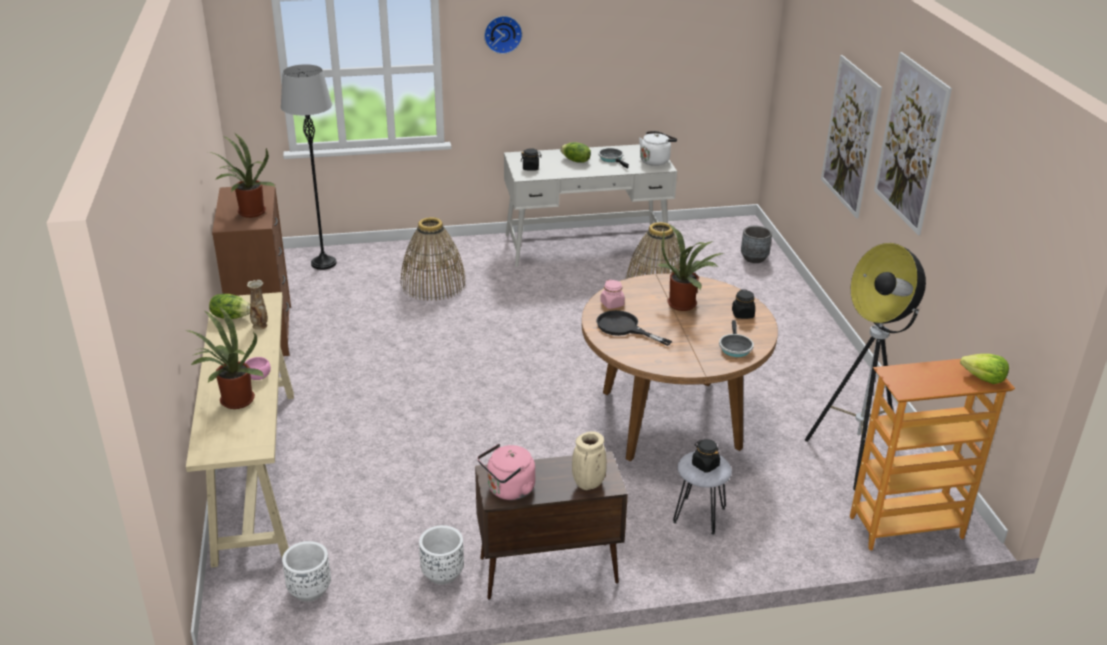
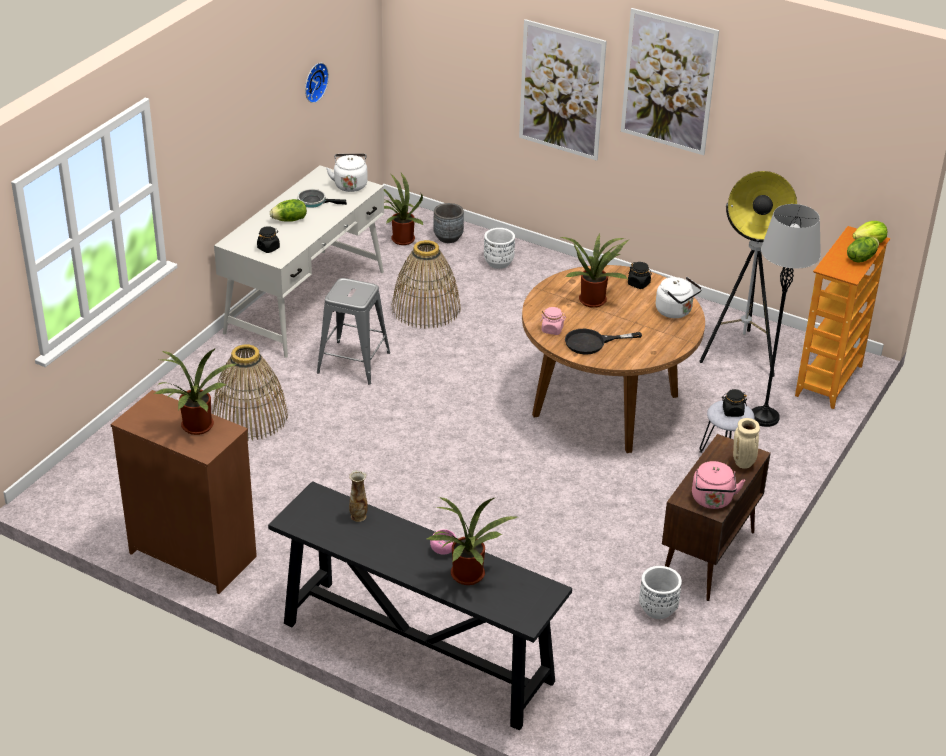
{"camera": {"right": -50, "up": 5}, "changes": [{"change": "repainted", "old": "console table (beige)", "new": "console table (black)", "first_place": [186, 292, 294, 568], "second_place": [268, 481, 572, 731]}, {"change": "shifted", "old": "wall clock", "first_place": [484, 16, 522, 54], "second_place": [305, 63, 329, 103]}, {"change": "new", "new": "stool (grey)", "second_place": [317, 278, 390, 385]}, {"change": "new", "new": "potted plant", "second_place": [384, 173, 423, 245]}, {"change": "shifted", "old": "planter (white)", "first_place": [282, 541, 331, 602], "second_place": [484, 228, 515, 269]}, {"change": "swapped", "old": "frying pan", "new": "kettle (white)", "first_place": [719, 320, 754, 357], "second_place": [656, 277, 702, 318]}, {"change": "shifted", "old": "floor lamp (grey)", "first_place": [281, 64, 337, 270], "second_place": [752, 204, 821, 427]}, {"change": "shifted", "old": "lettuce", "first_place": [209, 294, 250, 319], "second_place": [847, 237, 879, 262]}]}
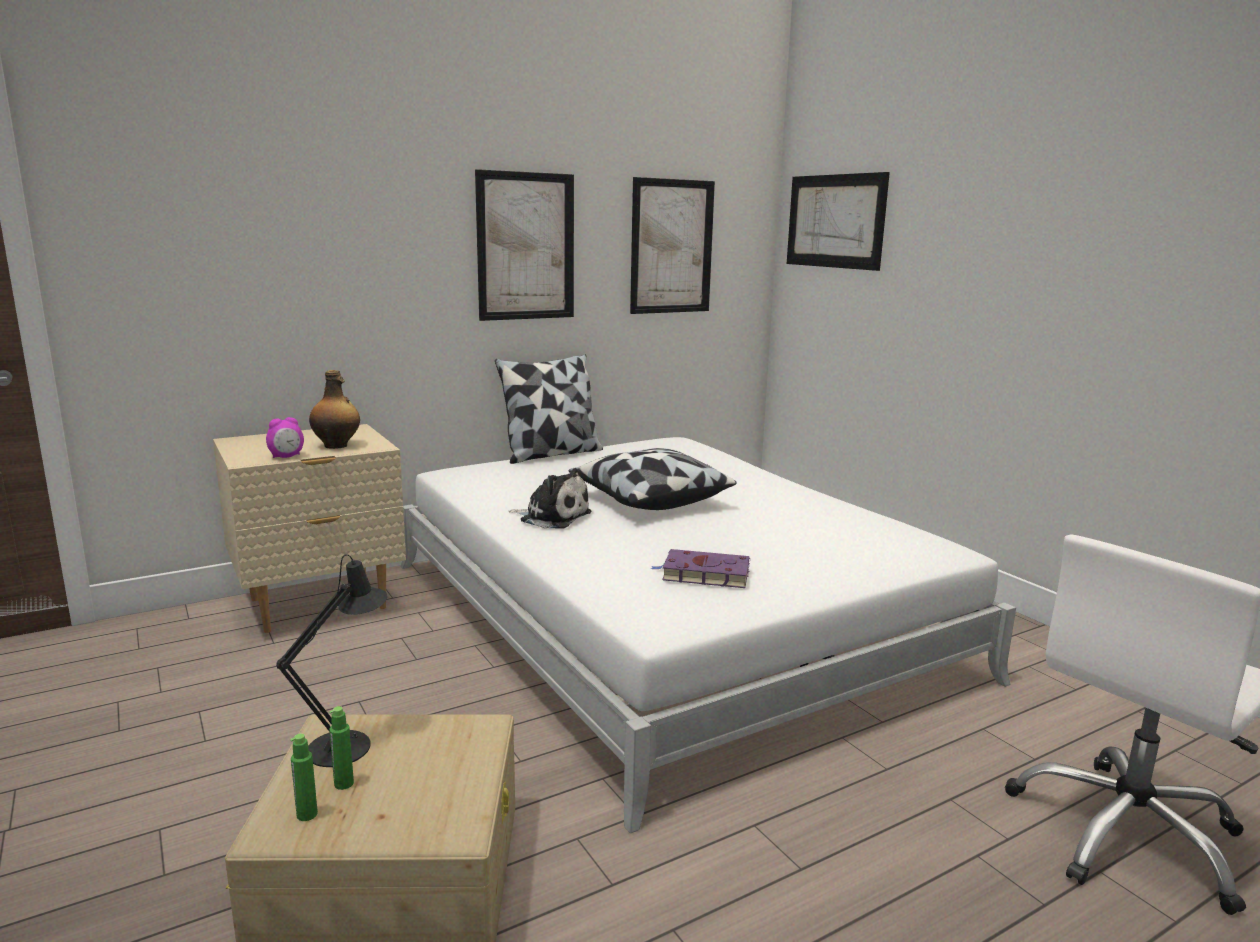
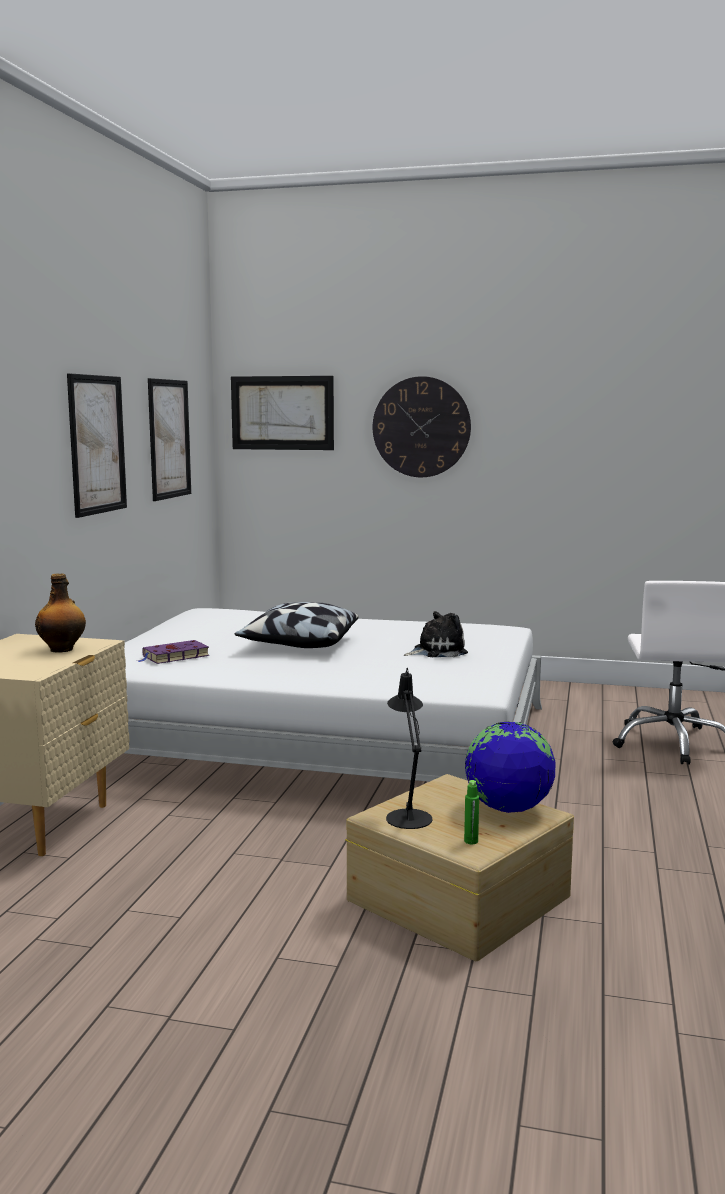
{"camera": {"right": -45, "up": -5}, "changes": [{"change": "shifted", "old": "book (purple)", "first_place": [651, 549, 750, 588], "second_place": [139, 640, 209, 664]}, {"change": "new", "new": "wall clock", "second_place": [373, 376, 471, 477]}, {"change": "shifted", "old": "plush toy", "first_place": [509, 468, 591, 529], "second_place": [403, 611, 468, 657]}, {"change": "new", "new": "globe", "second_place": [465, 721, 555, 813]}, {"change": "gone", "old": "alarm clock", "first_place": [266, 417, 304, 458]}, {"change": "gone", "old": "bottle (green)", "first_place": [329, 706, 354, 790]}, {"change": "gone", "old": "pillow", "first_place": [495, 354, 603, 464]}]}
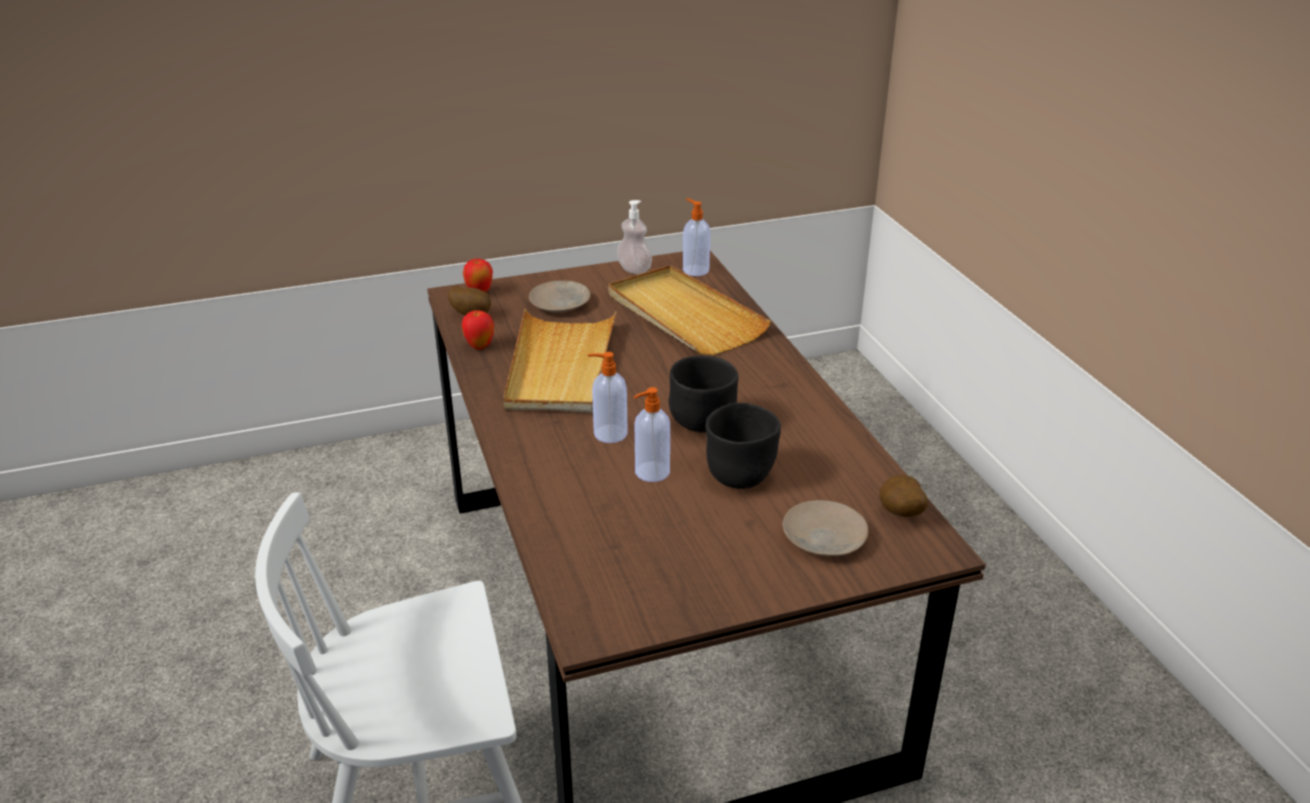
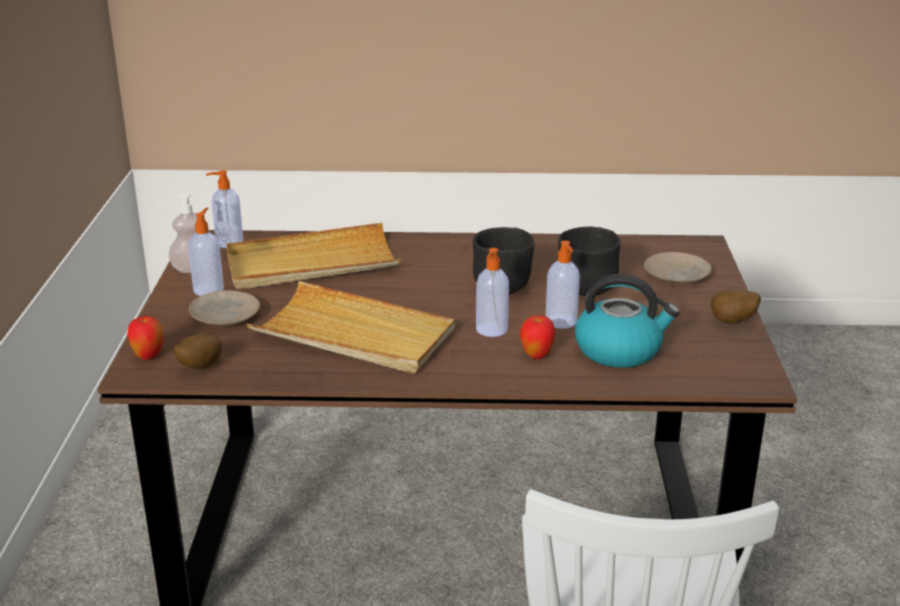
{"camera": {"right": -70, "up": -5}, "changes": [{"change": "new", "new": "soap dispenser", "second_place": [188, 207, 224, 296]}, {"change": "shifted", "old": "apple", "first_place": [462, 310, 494, 350], "second_place": [520, 315, 556, 359]}, {"change": "new", "new": "kettle", "second_place": [575, 274, 680, 368]}, {"change": "shifted", "old": "potato", "first_place": [879, 475, 928, 517], "second_place": [711, 289, 761, 324]}]}
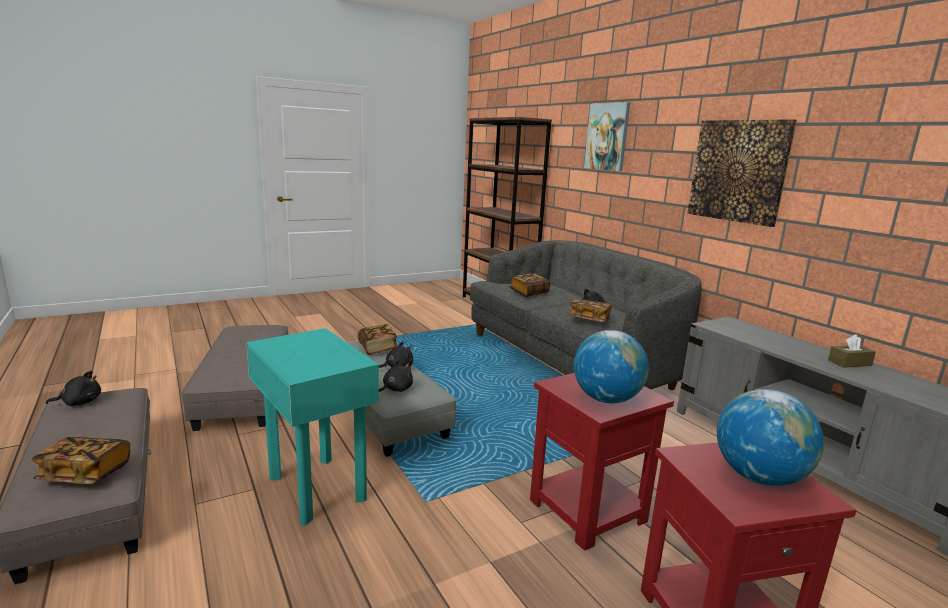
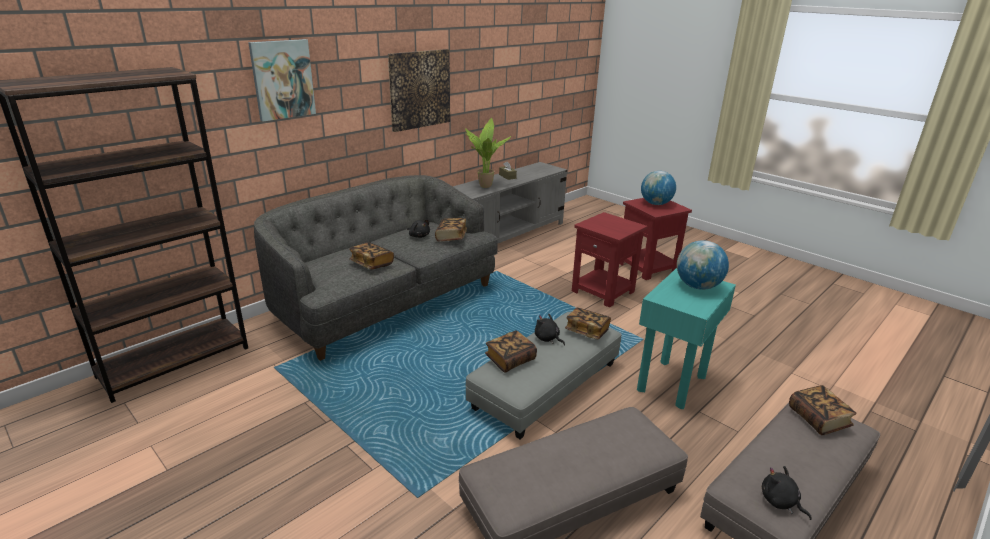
{"camera": {"right": -105, "up": 10}, "changes": [{"change": "new", "new": "potted plant", "second_place": [465, 118, 511, 188]}, {"change": "swapped", "old": "plush toy (black)", "new": "book", "first_place": [379, 360, 413, 392], "second_place": [565, 308, 611, 340]}, {"change": "shifted", "old": "globe", "first_place": [574, 330, 649, 403], "second_place": [677, 240, 729, 290]}]}
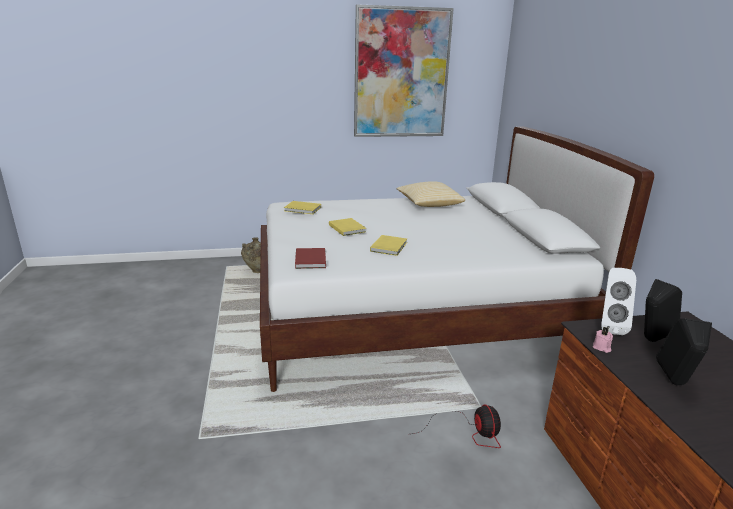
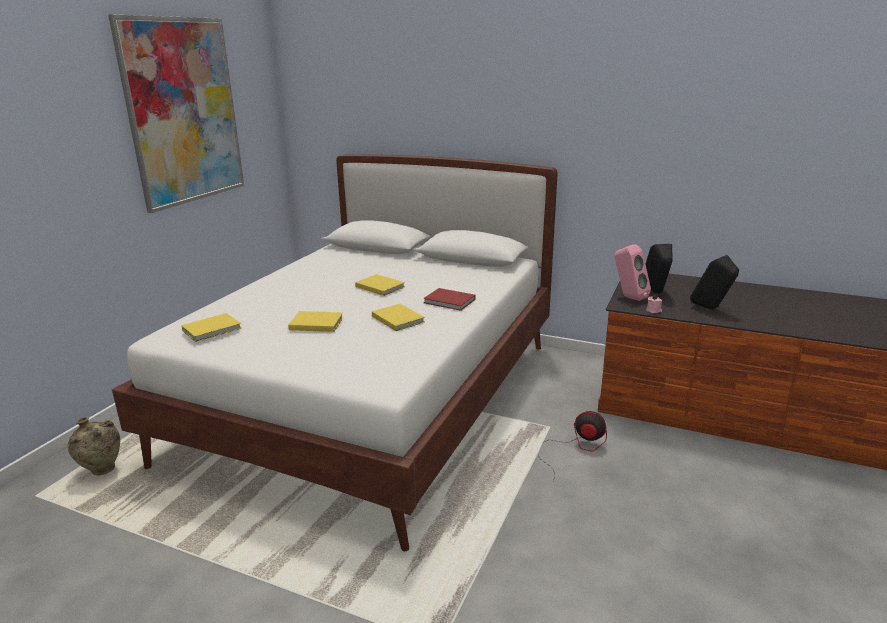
{"camera": {"right": -55, "up": 0}, "changes": [{"change": "new", "new": "book (yellow)", "second_place": [355, 274, 405, 296]}, {"change": "shifted", "old": "book (red)", "first_place": [295, 248, 326, 269], "second_place": [423, 288, 475, 311]}, {"change": "repainted", "old": "speaker (white)", "new": "speaker (pink)", "first_place": [601, 268, 636, 335], "second_place": [614, 244, 651, 301]}, {"change": "gone", "old": "pillow", "first_place": [396, 181, 465, 207]}]}
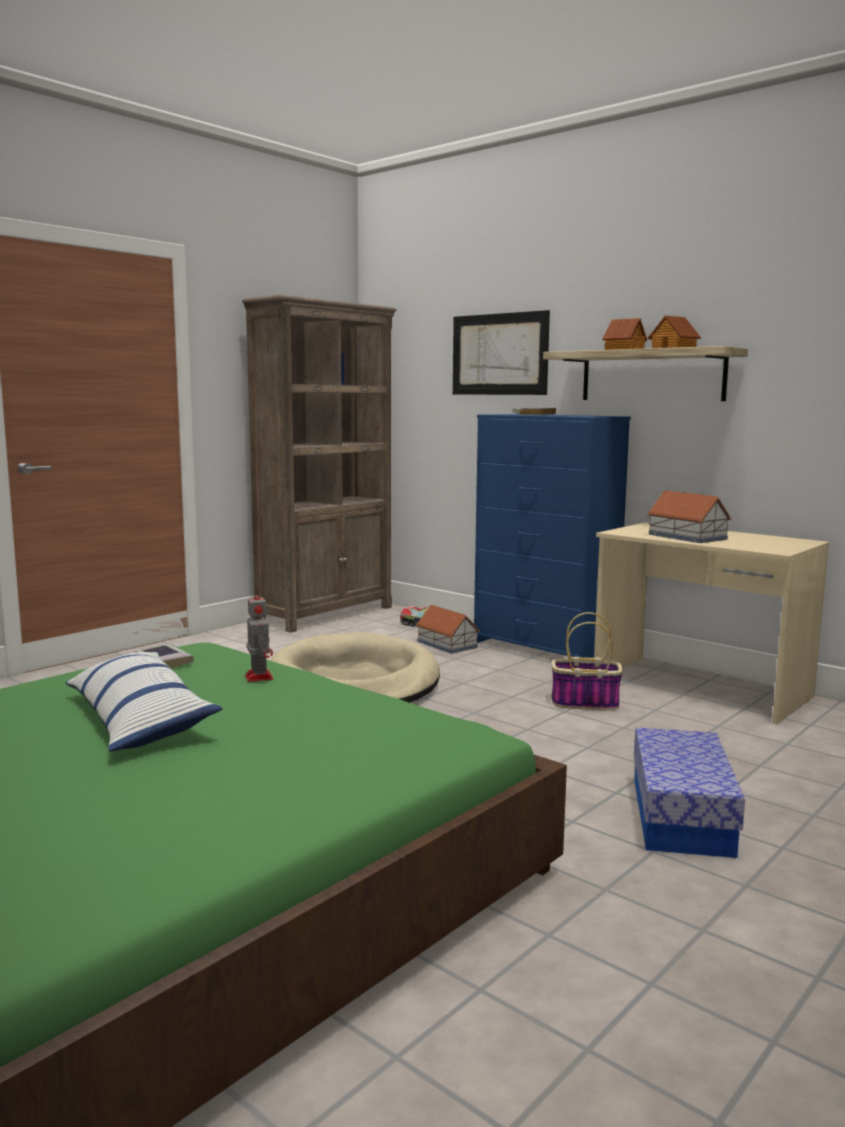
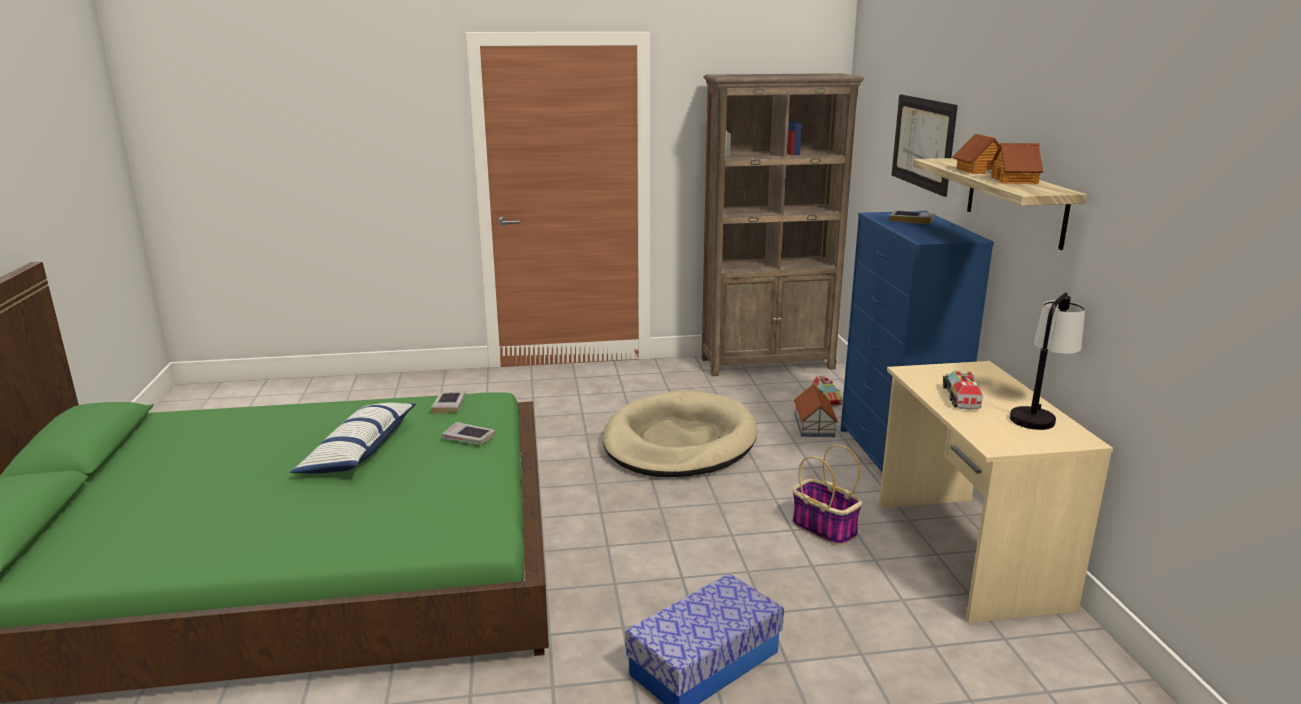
{"camera": {"right": 40, "up": 10}, "changes": [{"change": "swapped", "old": "toy robot", "new": "book", "first_place": [245, 588, 273, 682], "second_place": [442, 422, 495, 445]}, {"change": "swapped", "old": "toy house", "new": "toy truck", "first_place": [647, 490, 732, 543], "second_place": [943, 371, 983, 410]}, {"change": "new", "new": "table lamp", "second_place": [1010, 293, 1085, 430]}]}
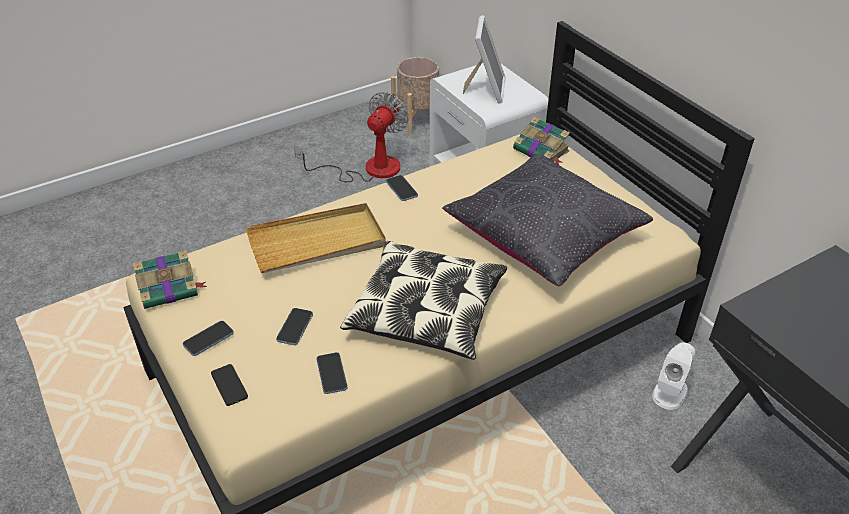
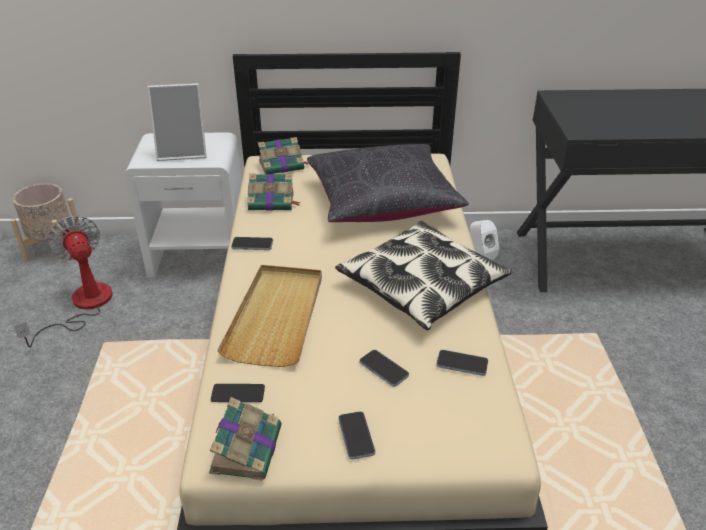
{"camera": {"right": -60, "up": -5}, "changes": [{"change": "rotated", "old": "picture frame", "first_place": [463, 15, 505, 103], "second_place": [148, 83, 207, 161], "degrees": 135}, {"change": "shifted", "old": "phone", "first_place": [211, 364, 248, 406], "second_place": [211, 384, 265, 402]}, {"change": "new", "new": "book", "second_place": [247, 174, 300, 210]}]}
